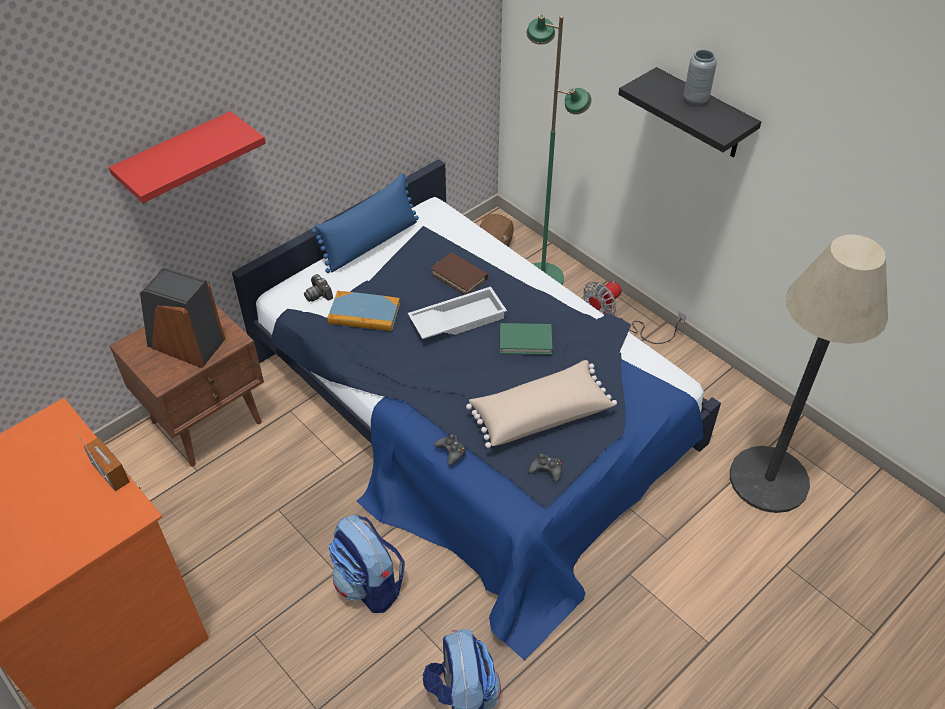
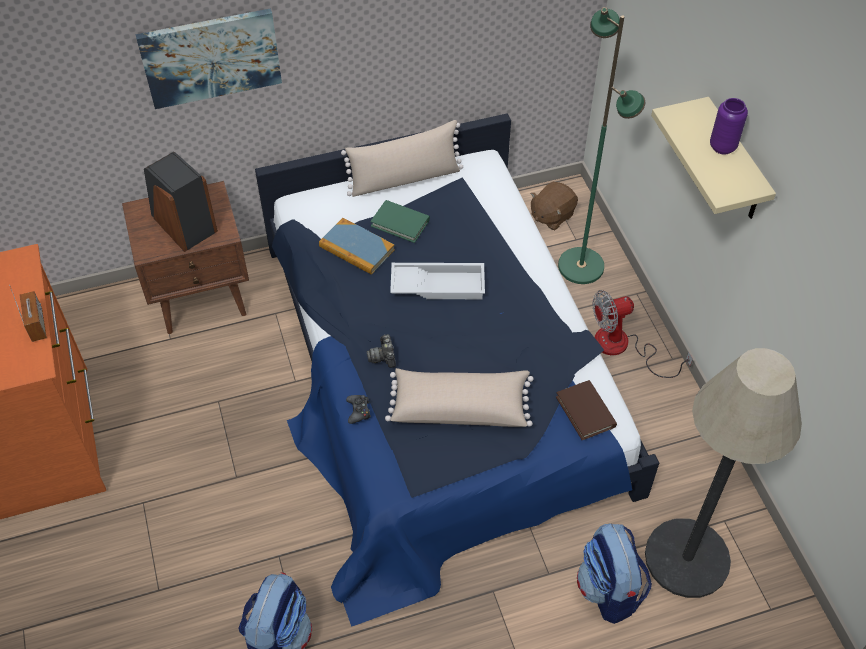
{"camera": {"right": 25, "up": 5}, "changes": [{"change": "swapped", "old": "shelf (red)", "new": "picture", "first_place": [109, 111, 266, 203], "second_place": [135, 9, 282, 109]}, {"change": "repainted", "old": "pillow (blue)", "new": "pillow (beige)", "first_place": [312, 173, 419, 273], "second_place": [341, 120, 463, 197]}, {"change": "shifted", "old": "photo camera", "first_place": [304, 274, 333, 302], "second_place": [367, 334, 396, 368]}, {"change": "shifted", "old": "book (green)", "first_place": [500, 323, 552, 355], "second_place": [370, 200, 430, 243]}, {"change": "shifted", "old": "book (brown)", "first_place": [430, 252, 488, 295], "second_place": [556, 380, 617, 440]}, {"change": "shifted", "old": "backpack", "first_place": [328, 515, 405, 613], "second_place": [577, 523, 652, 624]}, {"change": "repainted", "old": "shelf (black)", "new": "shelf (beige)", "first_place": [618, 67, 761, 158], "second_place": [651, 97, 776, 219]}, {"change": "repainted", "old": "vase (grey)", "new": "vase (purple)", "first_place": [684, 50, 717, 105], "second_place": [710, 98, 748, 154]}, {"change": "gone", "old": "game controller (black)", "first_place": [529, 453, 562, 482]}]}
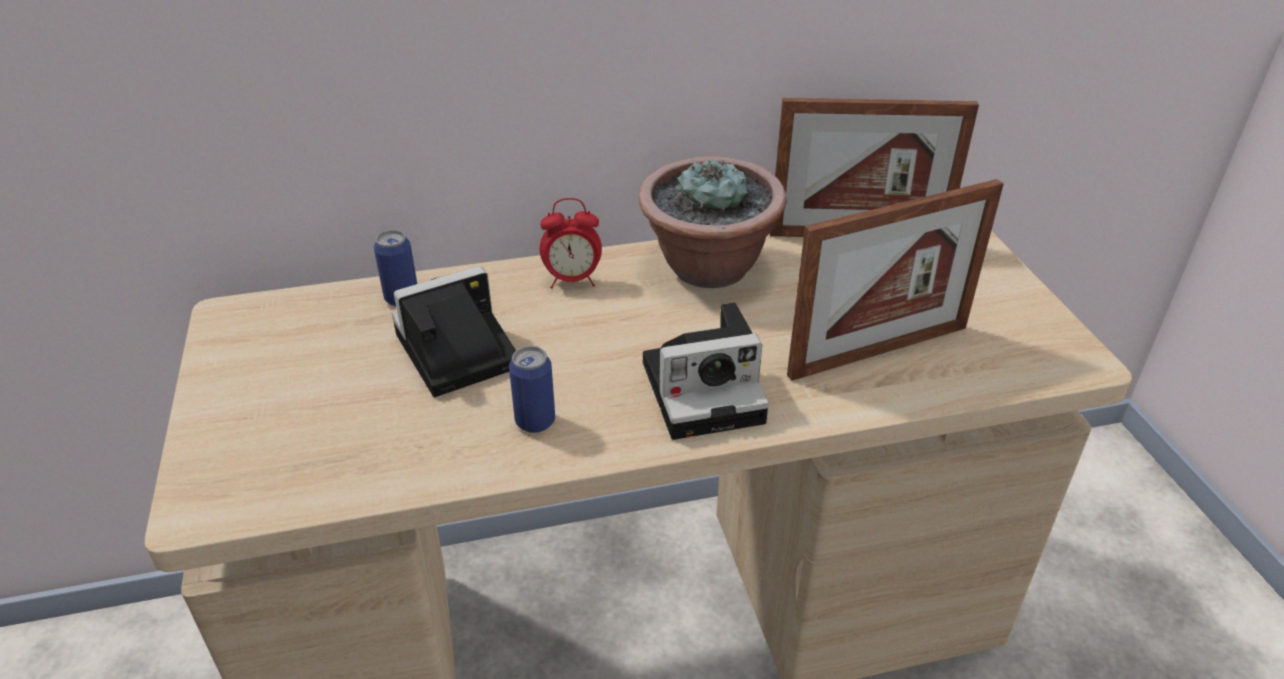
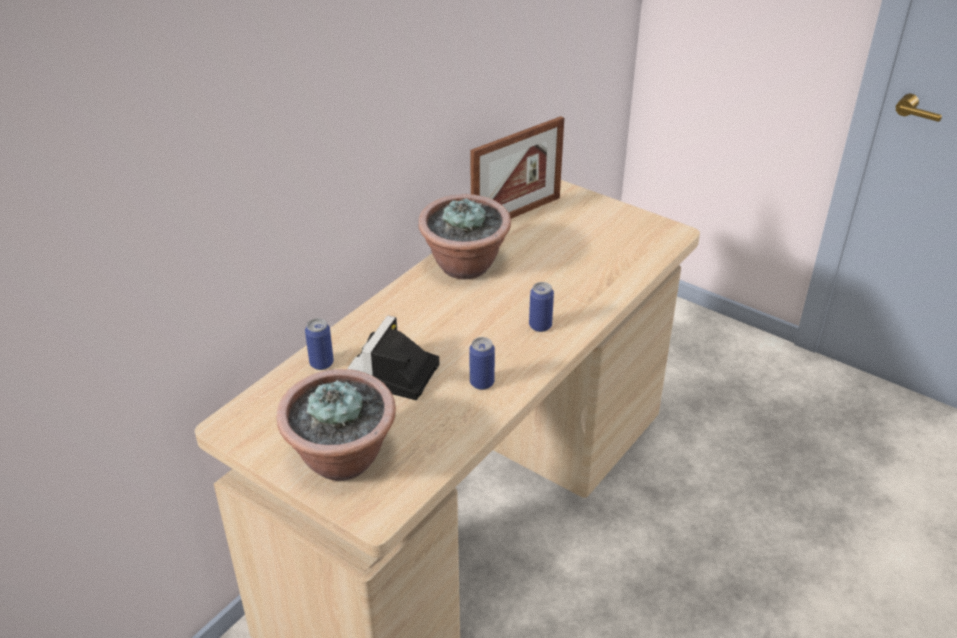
{"camera": {"right": -40, "up": 0}, "changes": [{"change": "new", "new": "potted plant", "second_place": [277, 369, 396, 481]}, {"change": "swapped", "old": "photo camera", "new": "can", "first_place": [643, 303, 769, 440], "second_place": [529, 282, 554, 332]}, {"change": "gone", "old": "alarm clock", "first_place": [540, 198, 602, 289]}, {"change": "gone", "old": "picture frame", "first_place": [787, 179, 1004, 381]}]}
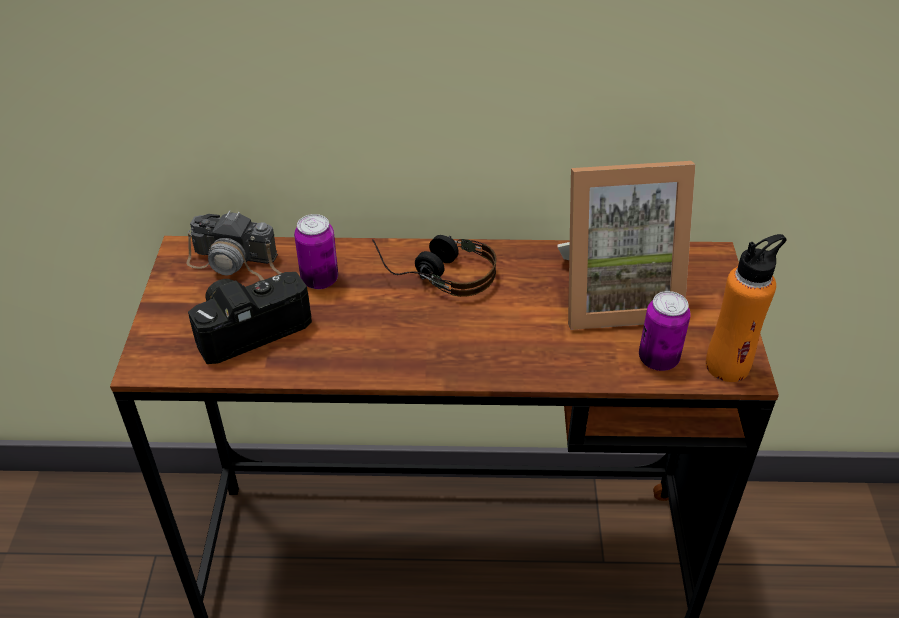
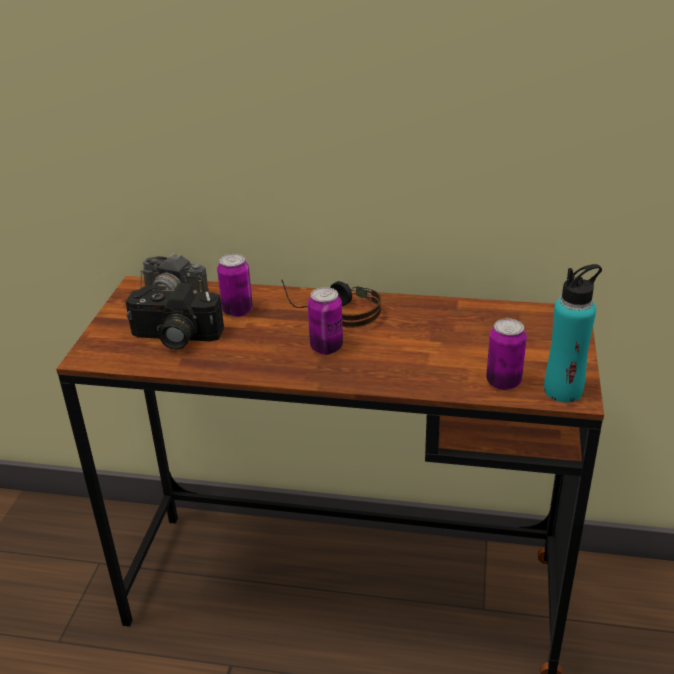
{"camera": {"right": 10, "up": -10}, "changes": [{"change": "rotated", "old": "photo camera", "first_place": [188, 272, 312, 364], "second_place": [126, 283, 224, 350], "degrees": -150}, {"change": "new", "new": "can", "second_place": [308, 287, 343, 355]}, {"change": "repainted", "old": "bottle (orange)", "new": "bottle (turquoise)", "first_place": [706, 234, 787, 382], "second_place": [544, 264, 602, 402]}, {"change": "gone", "old": "picture frame", "first_place": [557, 161, 696, 330]}]}
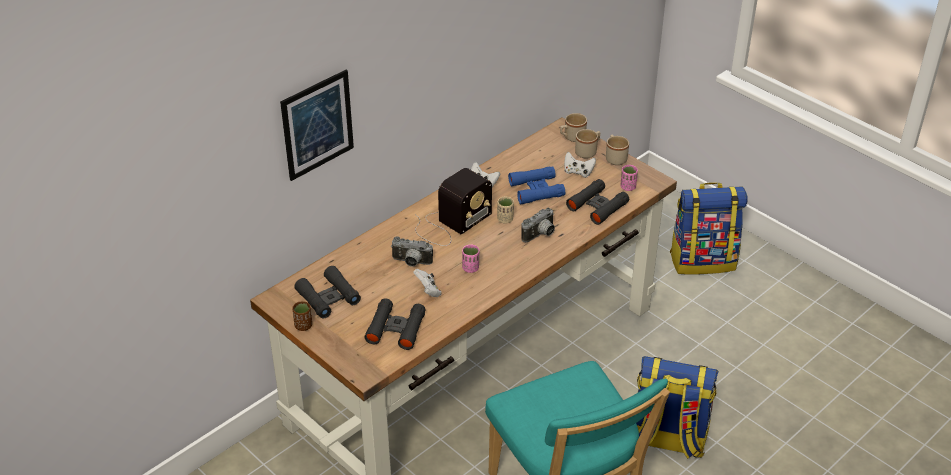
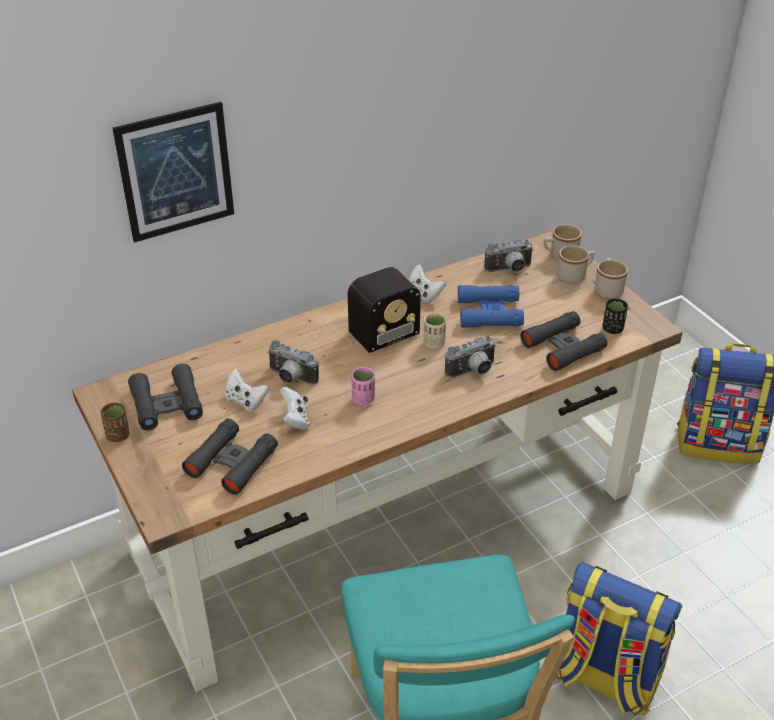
{"camera": {"right": 15, "up": 0}, "changes": [{"change": "shifted", "old": "game controller (white)", "first_place": [564, 152, 596, 178], "second_place": [225, 369, 269, 412]}, {"change": "new", "new": "photo camera", "second_place": [484, 240, 534, 272]}, {"change": "repainted", "old": "cup (pink)", "new": "cup (black)", "first_place": [620, 165, 638, 191], "second_place": [603, 298, 628, 334]}]}
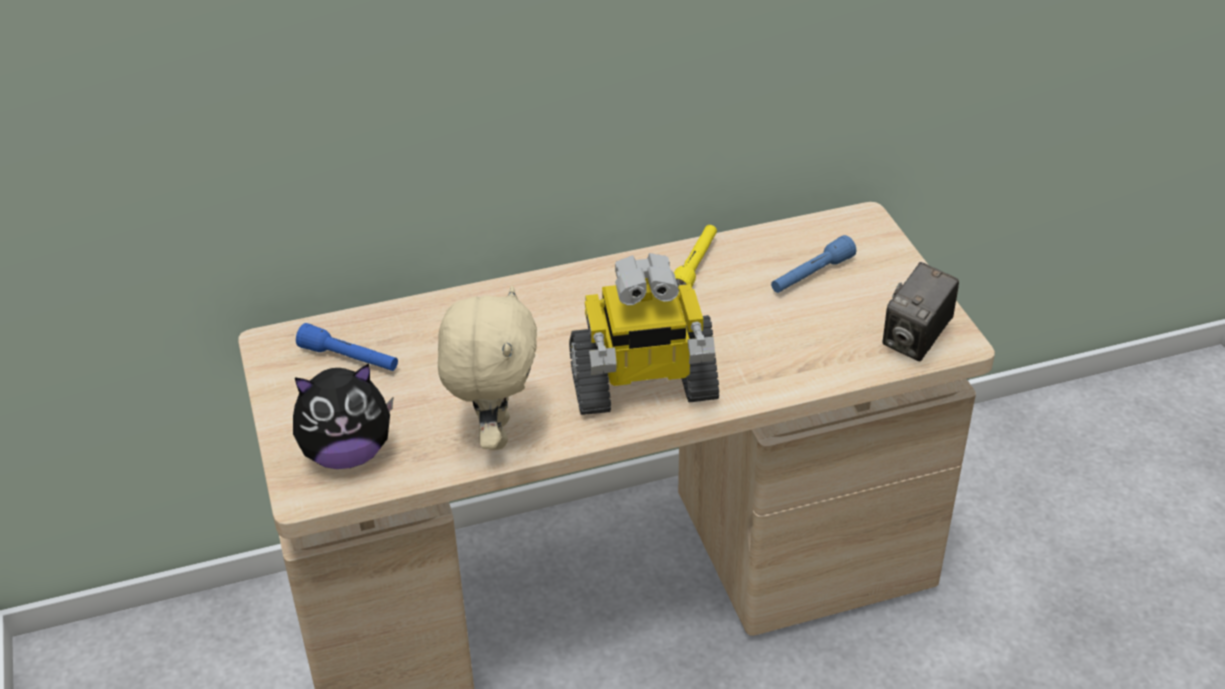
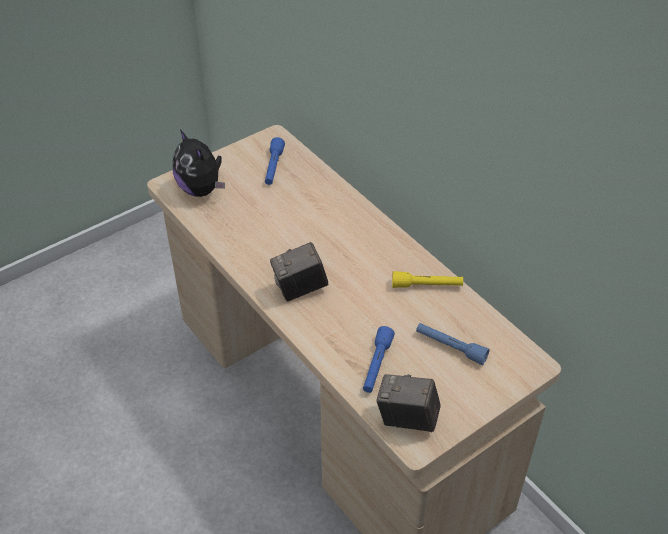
{"camera": {"right": 70, "up": 5}, "changes": [{"change": "swapped", "old": "toy robot", "new": "photo camera", "first_place": [569, 253, 719, 415], "second_place": [270, 242, 328, 301]}, {"change": "new", "new": "flashlight (blue)", "second_place": [363, 326, 395, 393]}, {"change": "gone", "old": "plush toy (beige)", "first_place": [438, 286, 537, 450]}]}
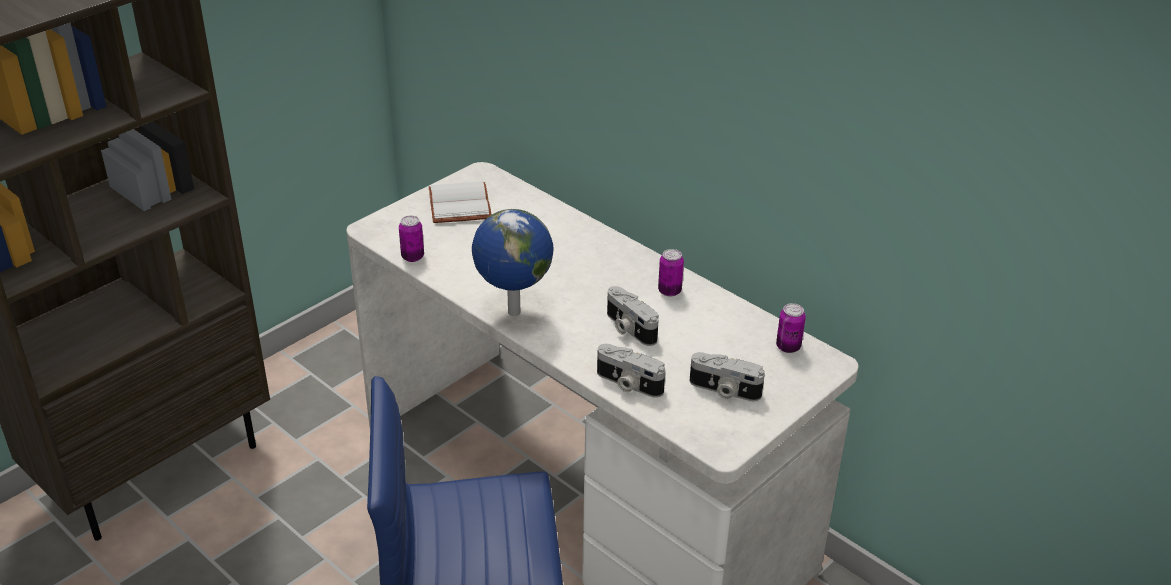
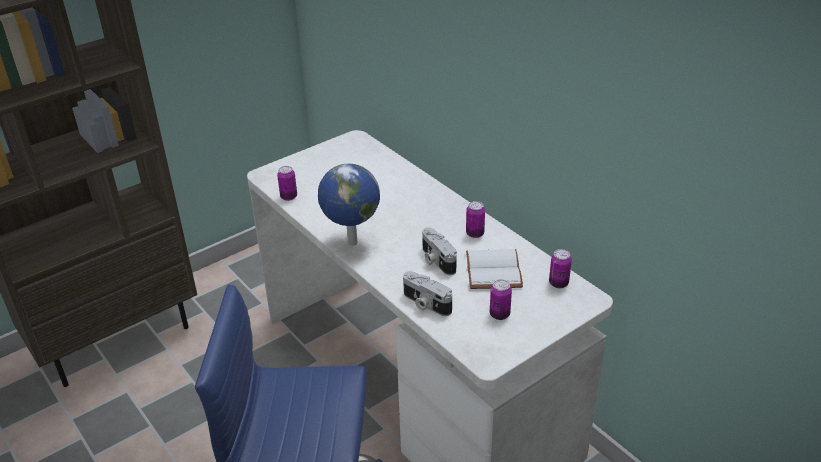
{"camera": {"right": 10, "up": 0}, "changes": [{"change": "shifted", "old": "book (white)", "first_place": [429, 181, 491, 223], "second_place": [466, 249, 523, 289]}, {"change": "swapped", "old": "photo camera", "new": "can", "first_place": [690, 352, 765, 401], "second_place": [490, 279, 512, 320]}]}
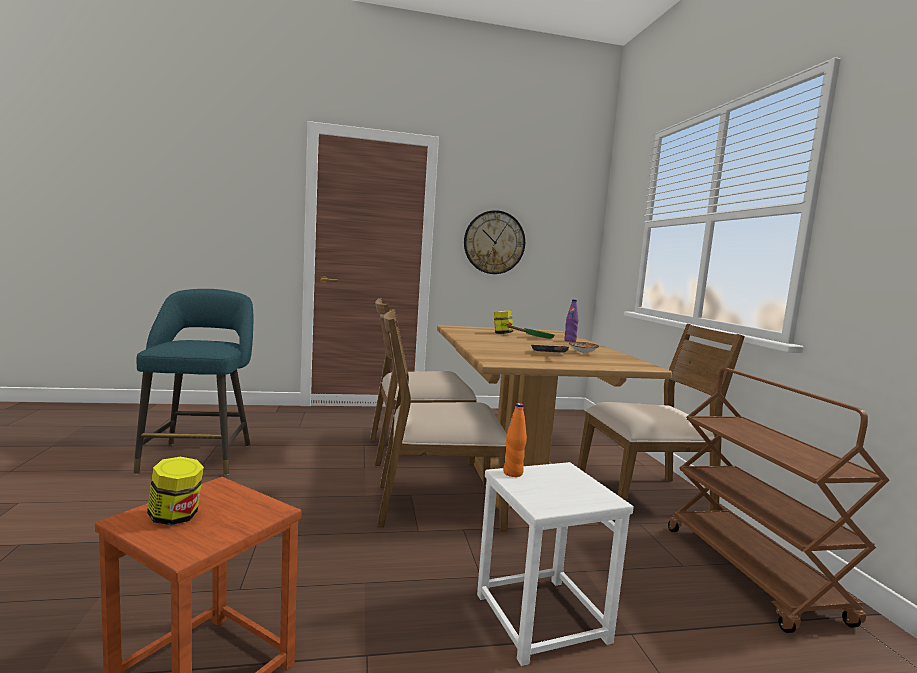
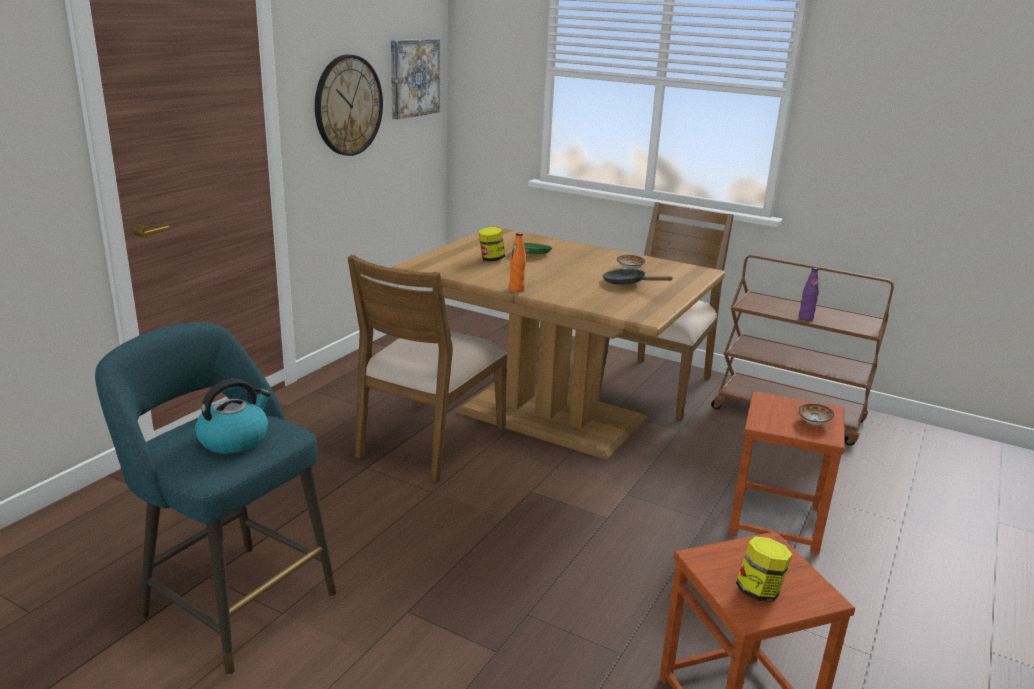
{"camera": {"right": -50, "up": 15}, "changes": [{"change": "new", "new": "kettle", "second_place": [195, 379, 271, 454]}, {"change": "new", "new": "picture", "second_place": [391, 39, 440, 120]}, {"change": "shifted", "old": "bottle (orange)", "first_place": [503, 403, 527, 477], "second_place": [509, 233, 526, 292]}, {"change": "repainted", "old": "stool (white)", "new": "stool (brown)", "first_place": [477, 462, 634, 666], "second_place": [728, 391, 845, 555]}, {"change": "new", "new": "bowl", "second_place": [798, 404, 834, 425]}, {"change": "shifted", "old": "bottle (purple)", "first_place": [564, 300, 578, 342], "second_place": [799, 268, 819, 321]}, {"change": "gone", "old": "chair (brown)", "first_place": [377, 309, 508, 531]}]}
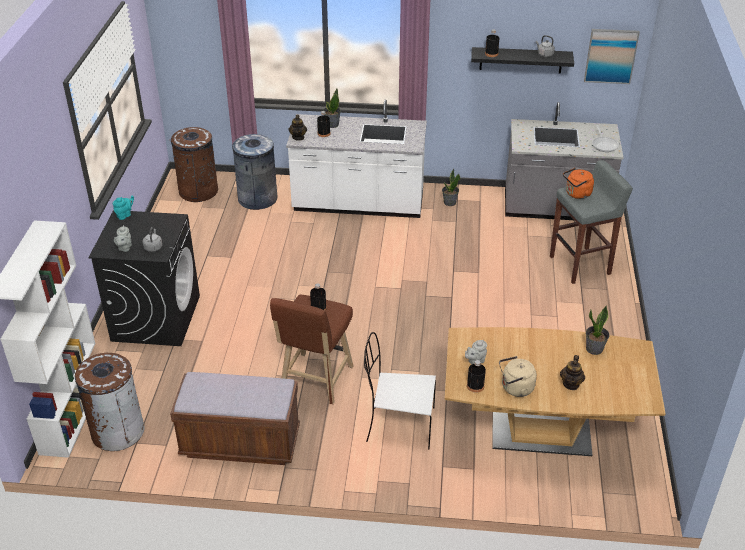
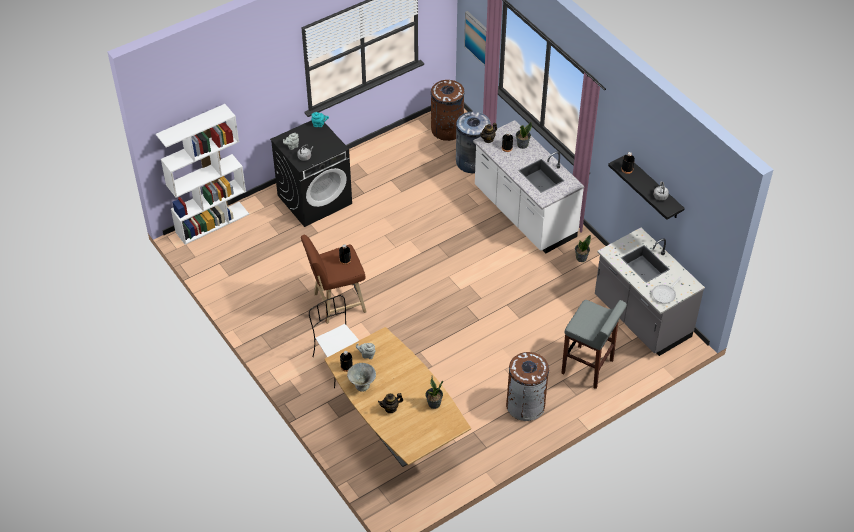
{"camera": {"right": 50, "up": 10}, "changes": [{"change": "swapped", "old": "kettle (beige)", "new": "bowl (grey)", "first_place": [499, 356, 537, 397], "second_place": [347, 363, 376, 392]}, {"change": "shifted", "old": "picture", "first_place": [584, 29, 640, 84], "second_place": [464, 11, 486, 66]}, {"change": "shifted", "old": "trash can (brown)", "first_place": [75, 353, 145, 451], "second_place": [506, 352, 549, 421]}, {"change": "gone", "old": "bench (brown)", "first_place": [170, 372, 300, 465]}, {"change": "gone", "old": "kettle (orange)", "first_place": [563, 168, 594, 199]}]}
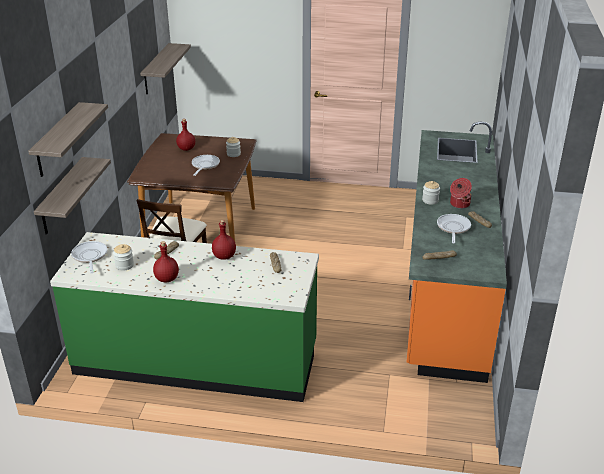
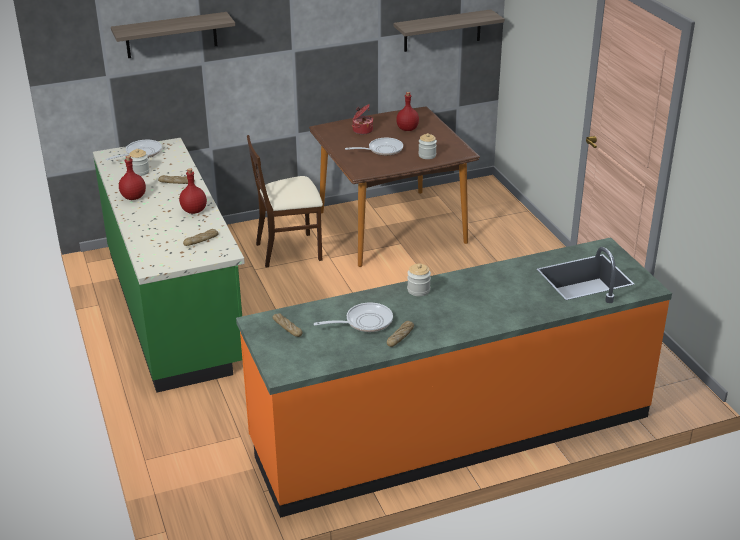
{"camera": {"right": 60, "up": 0}, "changes": [{"change": "shifted", "old": "cooking pot", "first_place": [450, 178, 472, 209], "second_place": [352, 104, 373, 134]}, {"change": "gone", "old": "shelf", "first_place": [34, 157, 111, 234]}]}
